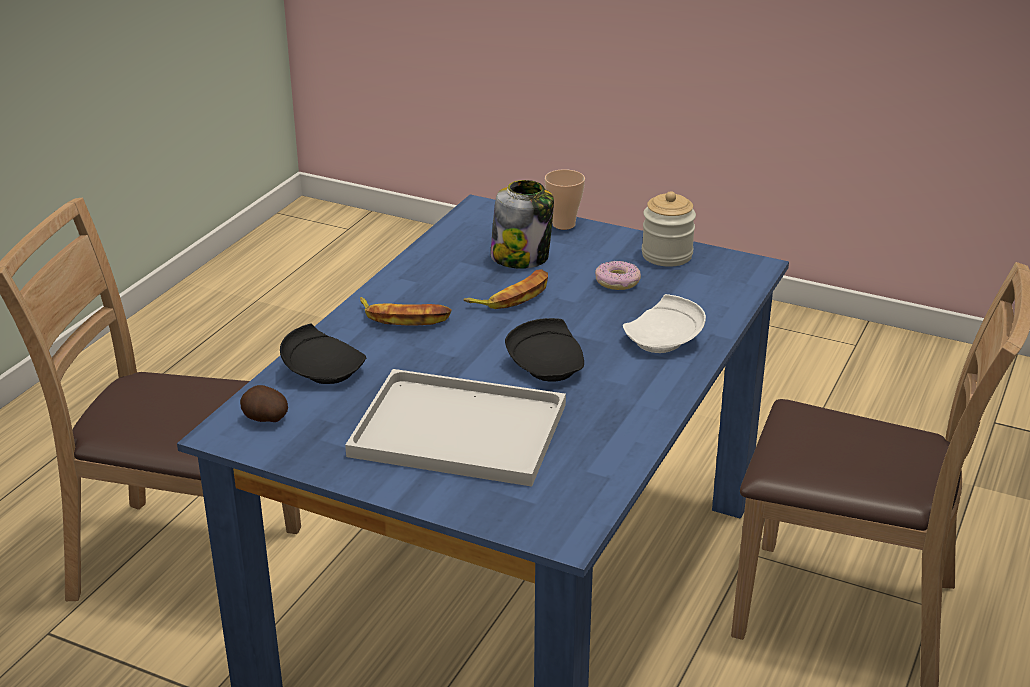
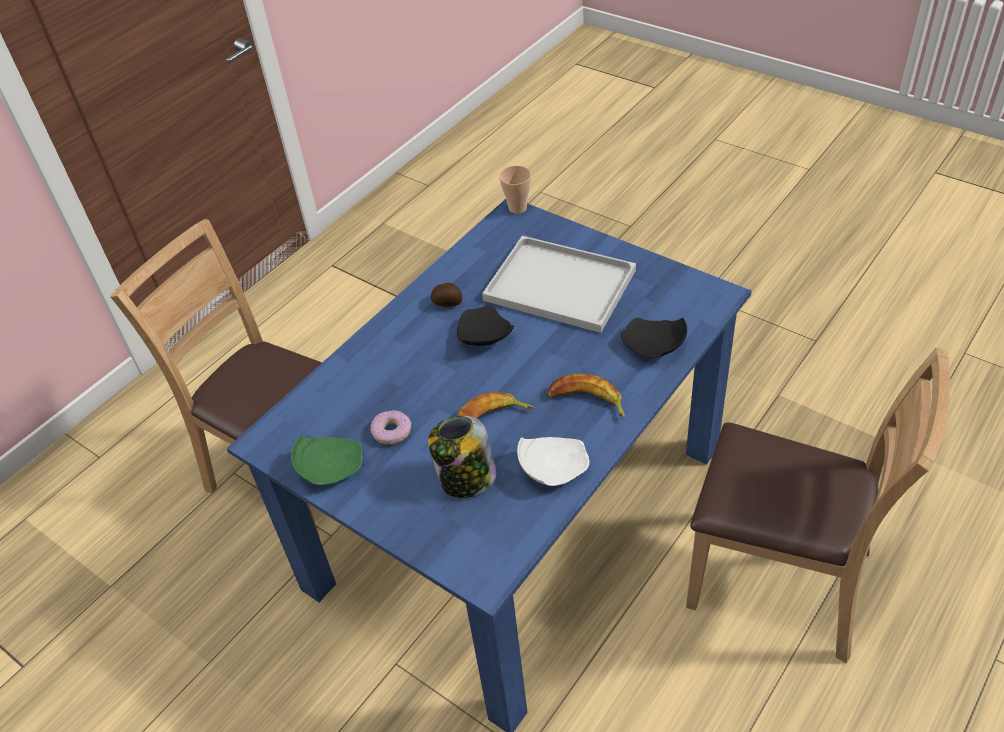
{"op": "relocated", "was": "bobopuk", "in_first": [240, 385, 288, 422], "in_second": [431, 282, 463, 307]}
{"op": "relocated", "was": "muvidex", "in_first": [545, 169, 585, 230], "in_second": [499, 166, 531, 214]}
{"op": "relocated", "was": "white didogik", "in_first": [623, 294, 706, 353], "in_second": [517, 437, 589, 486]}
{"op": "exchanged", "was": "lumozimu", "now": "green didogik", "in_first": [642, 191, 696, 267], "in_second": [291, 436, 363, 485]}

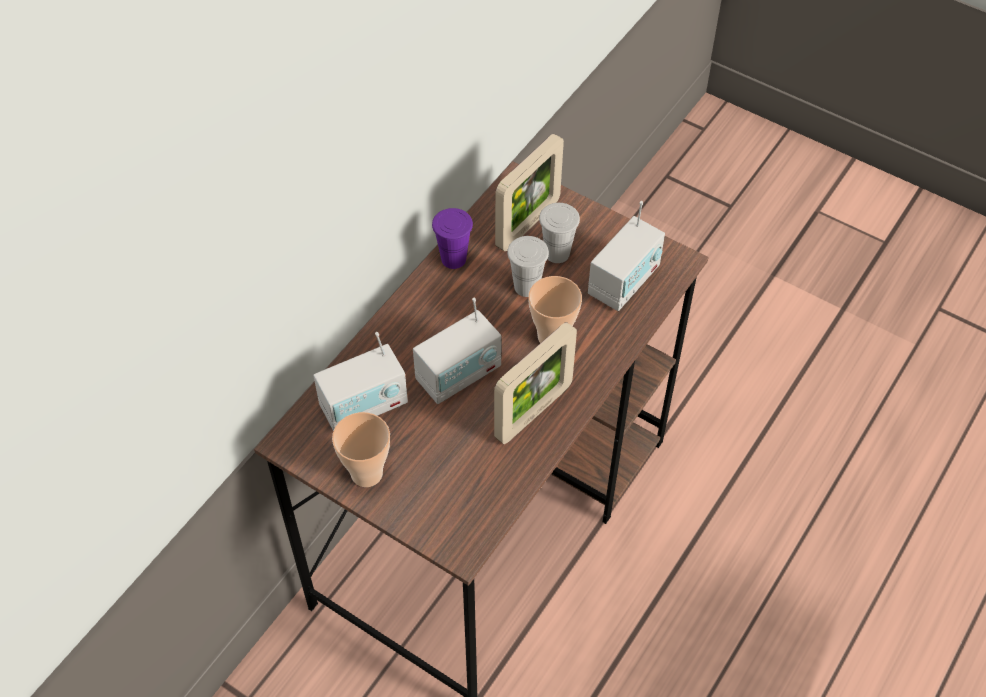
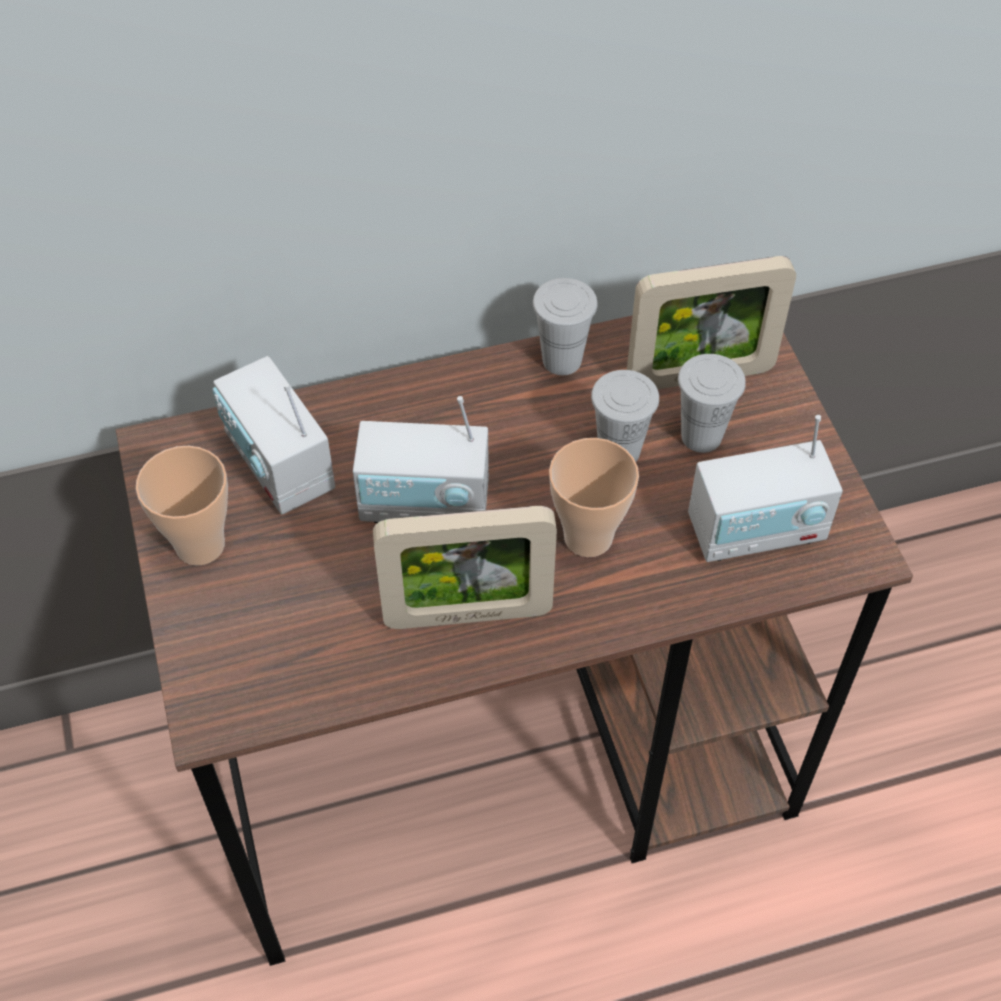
{"op": "colour", "was": "purple muvidex", "now": "white muvidex", "in_first": [432, 208, 473, 269], "in_second": [533, 278, 598, 375]}
{"op": "spun", "was": "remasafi", "in_first": [313, 332, 408, 431], "in_second": [213, 356, 335, 514], "clockwise": 45}

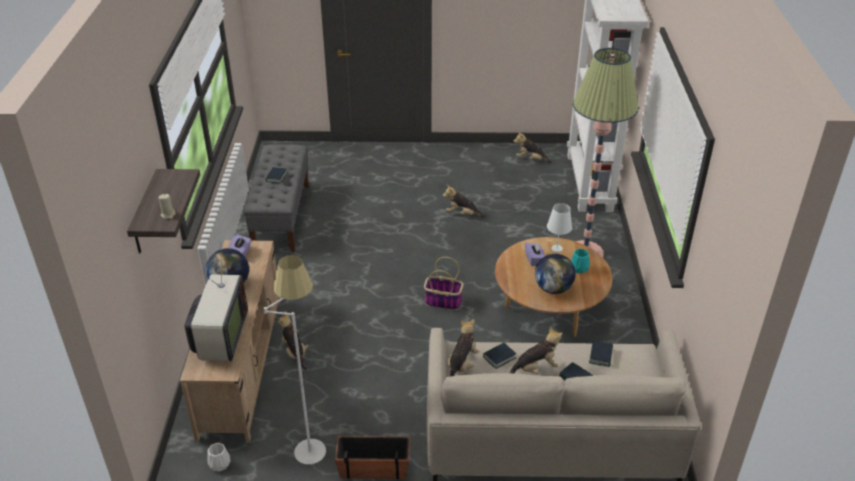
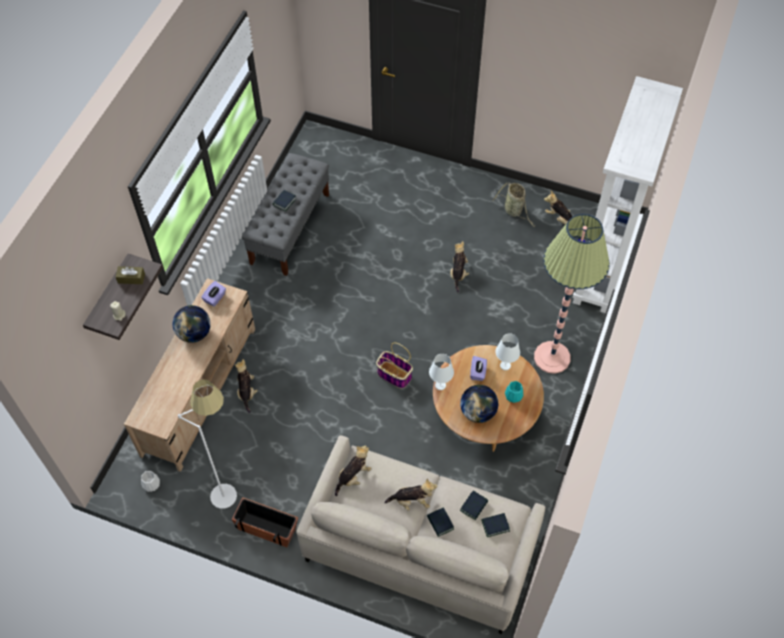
{"op": "missing", "was": "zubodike", "in_first": [185, 261, 248, 362]}
{"op": "appeared", "now": "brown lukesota", "in_second": [116, 266, 145, 284]}
{"op": "appeared", "now": "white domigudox", "in_second": [429, 354, 454, 390]}
{"op": "appeared", "now": "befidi", "in_second": [492, 182, 535, 227]}
{"op": "relocated", "was": "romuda", "in_first": [483, 343, 516, 369], "in_second": [481, 513, 510, 537]}
{"op": "spun", "was": "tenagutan", "in_first": [443, 185, 485, 218], "in_second": [450, 241, 469, 292], "clockwise": 60}

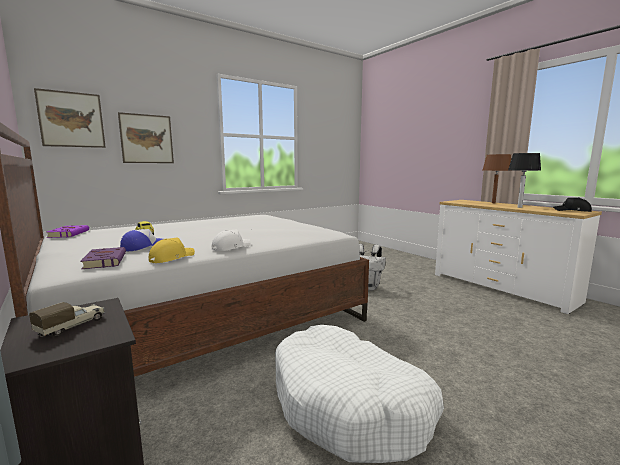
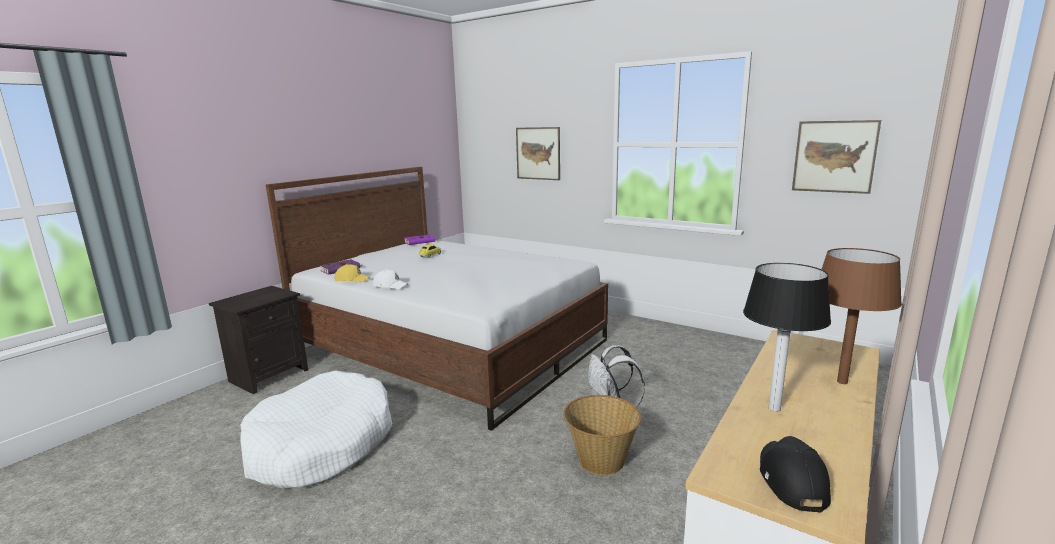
{"op": "missing", "was": "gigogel", "in_first": [29, 302, 105, 337]}
{"op": "missing", "was": "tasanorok", "in_first": [120, 229, 163, 251]}
{"op": "appeared", "now": "befidi", "in_second": [563, 395, 641, 475]}
{"op": "relocated", "was": "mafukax", "in_first": [34, 88, 106, 148], "in_second": [792, 120, 881, 194]}

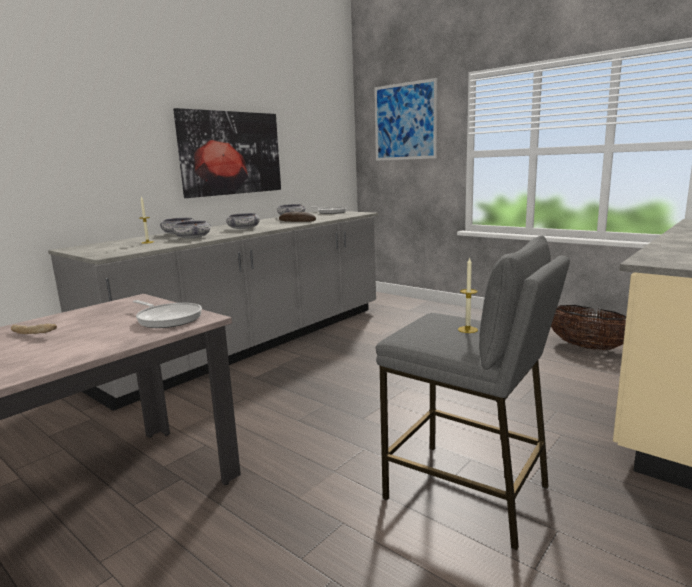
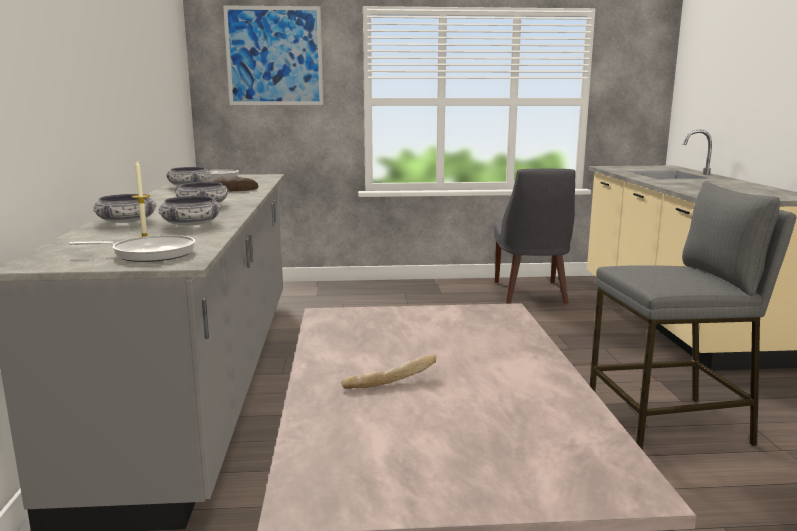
{"op": "missing", "was": "mafukax", "in_first": [173, 108, 281, 198]}
{"op": "missing", "was": "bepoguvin", "in_first": [458, 257, 478, 333]}
{"op": "relocated", "was": "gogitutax", "in_first": [133, 300, 202, 328], "in_second": [69, 235, 195, 262]}
{"op": "exchanged", "was": "befidi", "now": "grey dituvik", "in_first": [551, 305, 626, 350], "in_second": [494, 169, 576, 304]}

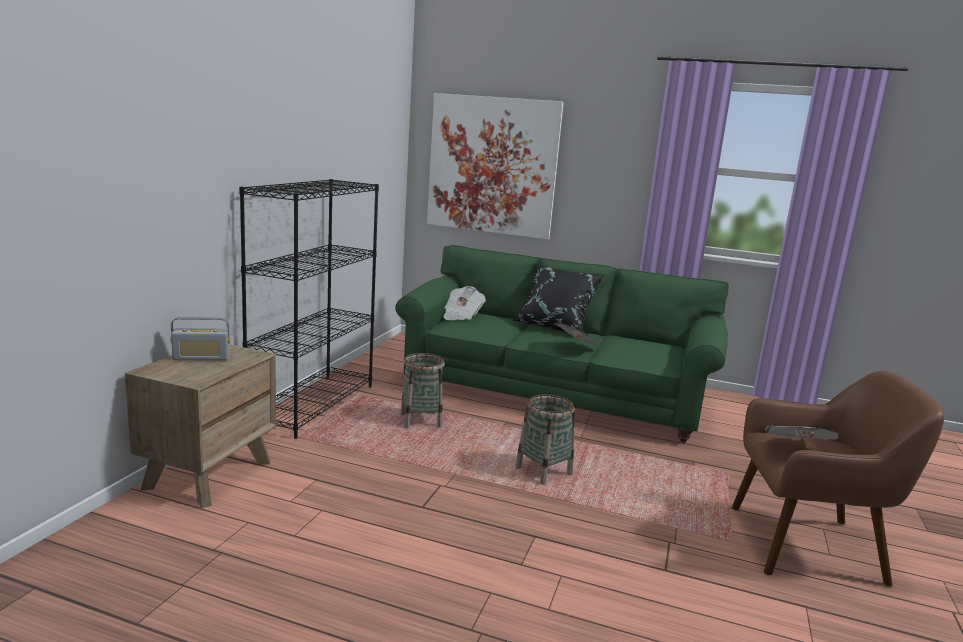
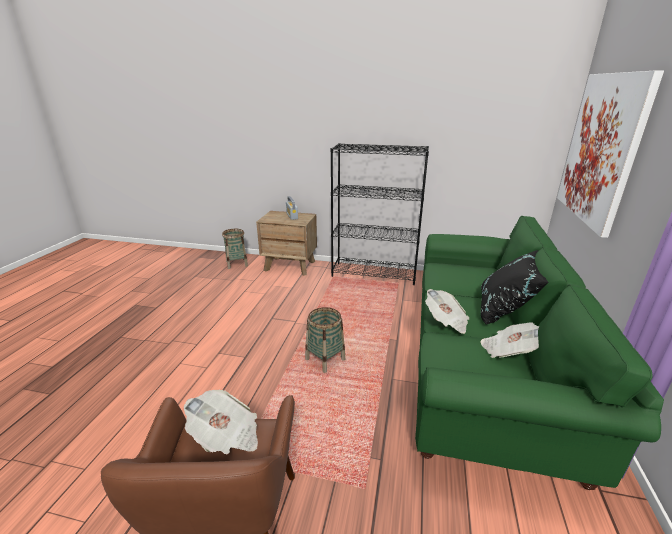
{"op": "relocated", "was": "befidi", "in_first": [400, 353, 445, 429], "in_second": [222, 229, 248, 269]}
{"op": "relocated", "was": "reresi", "in_first": [443, 286, 486, 320], "in_second": [480, 322, 539, 358]}

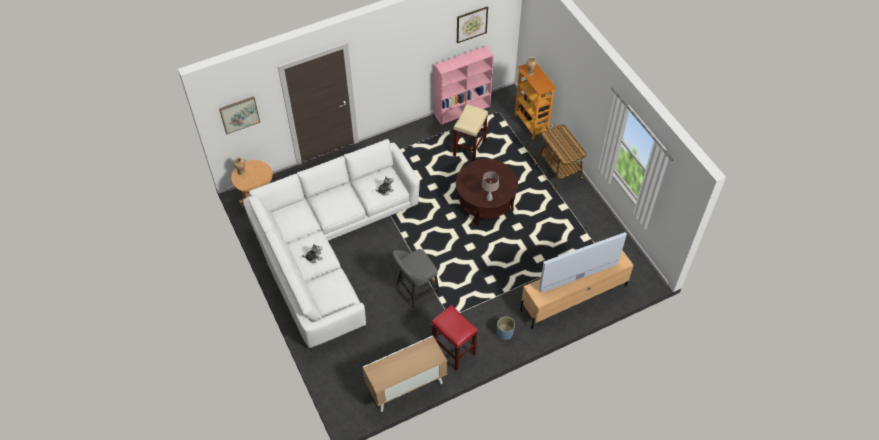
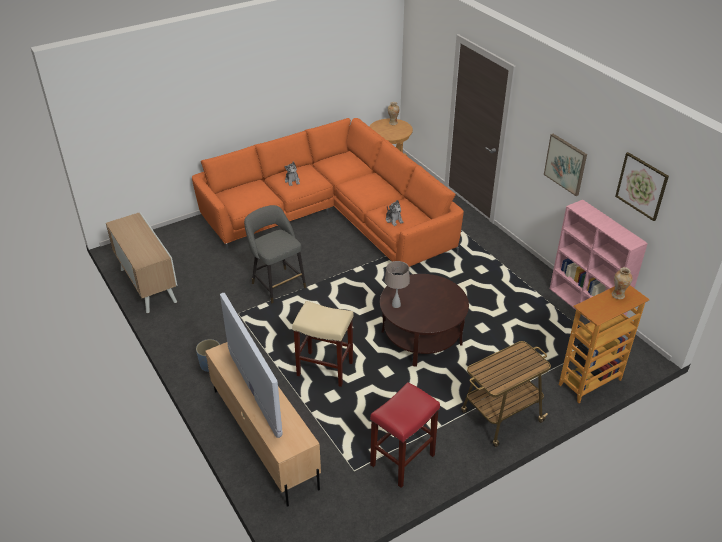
{"op": "relocated", "was": "mafukax", "in_first": [219, 96, 260, 134], "in_second": [544, 134, 587, 196]}
{"op": "relocated", "was": "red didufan", "in_first": [431, 305, 478, 371], "in_second": [370, 382, 440, 488]}
{"op": "relocated", "was": "beige didufan", "in_first": [453, 104, 488, 161], "in_second": [292, 301, 354, 387]}
{"op": "colour", "was": "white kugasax", "now": "orange kugasax", "in_first": [243, 139, 420, 351], "in_second": [192, 118, 464, 267]}

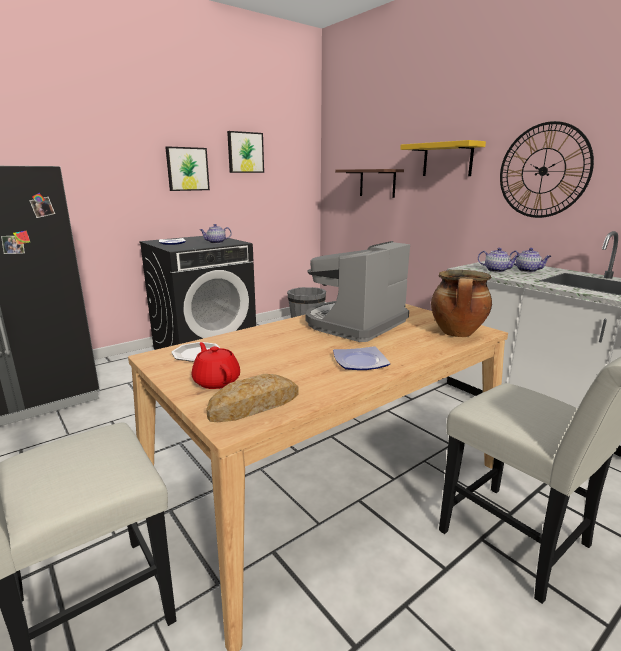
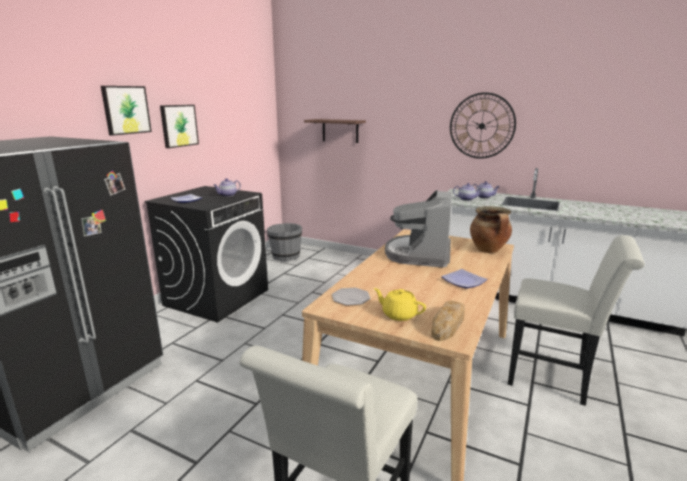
{"op": "missing", "was": "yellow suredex", "in_first": [400, 140, 486, 176]}
{"op": "relocated", "was": "mafukax", "in_first": [227, 131, 264, 173], "in_second": [101, 86, 152, 136]}
{"op": "colour", "was": "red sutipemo", "now": "yellow sutipemo", "in_first": [192, 342, 240, 389], "in_second": [374, 288, 426, 321]}

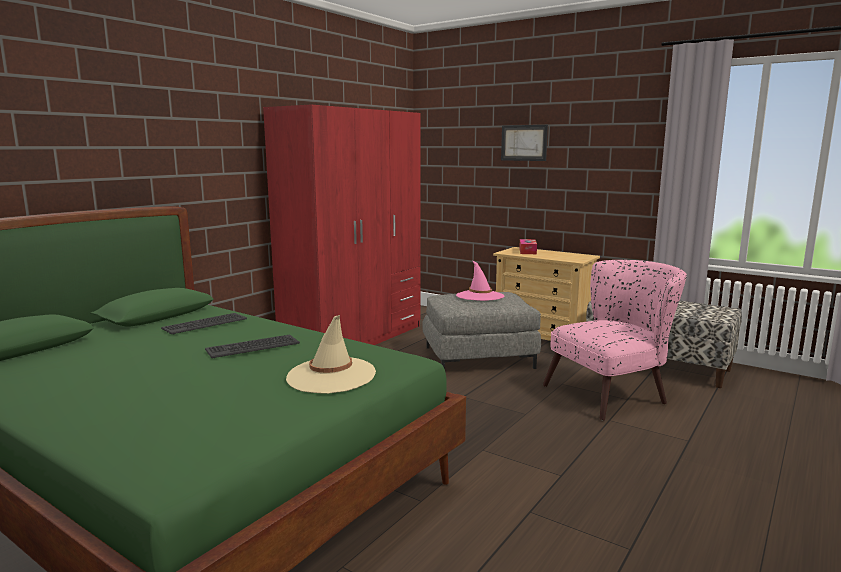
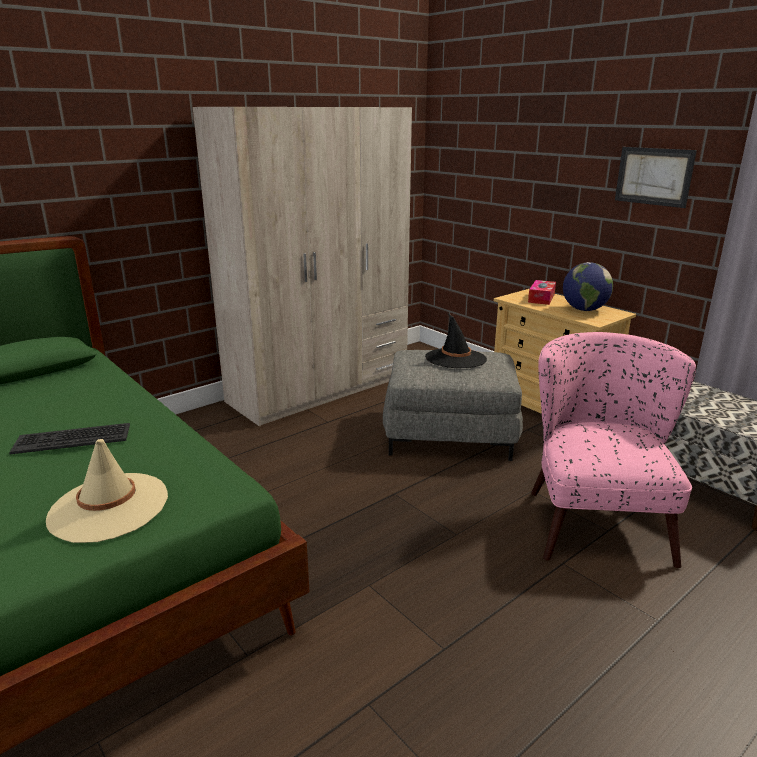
{"op": "missing", "was": "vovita", "in_first": [161, 313, 247, 335]}
{"op": "appeared", "now": "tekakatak", "in_second": [563, 262, 613, 311]}
{"op": "relocated", "was": "mafukax", "in_first": [501, 125, 548, 161], "in_second": [615, 147, 697, 208]}
{"op": "colour", "was": "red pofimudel", "now": "beige pofimudel", "in_first": [263, 105, 420, 345], "in_second": [193, 107, 412, 426]}
{"op": "colour", "was": "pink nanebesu", "now": "black nanebesu", "in_first": [456, 261, 504, 301], "in_second": [425, 313, 487, 368]}
{"op": "spun", "was": "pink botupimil", "in_first": [543, 260, 687, 420], "in_second": [531, 332, 696, 568], "clockwise": -75}

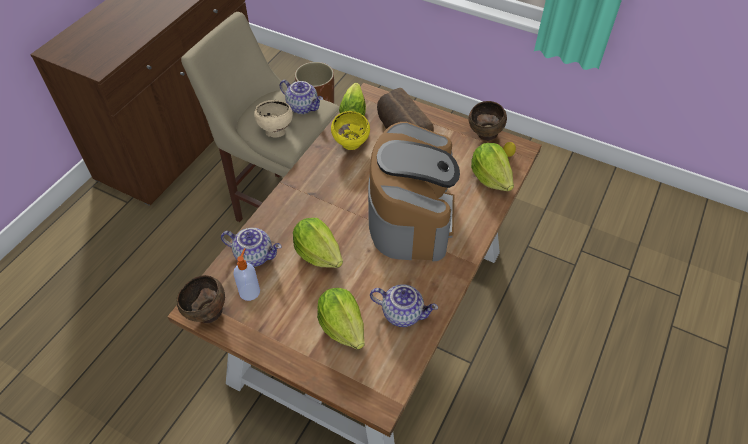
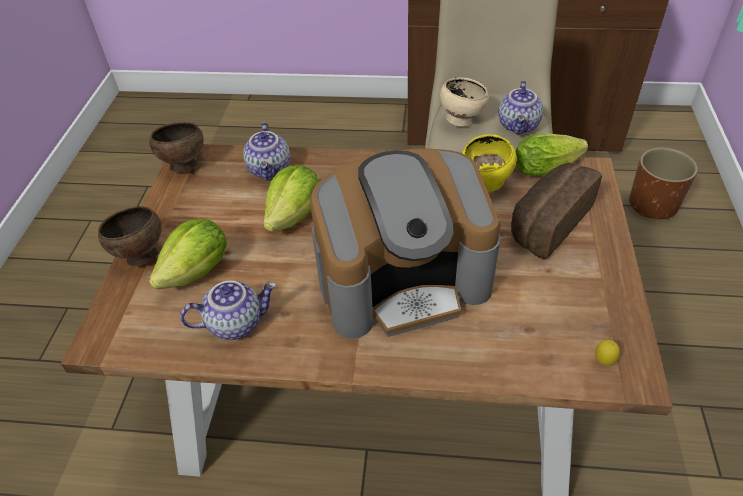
{"op": "missing", "was": "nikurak", "in_first": [233, 248, 260, 301]}
{"op": "missing", "was": "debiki", "in_first": [471, 143, 514, 191]}
{"op": "relocated", "was": "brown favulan", "in_first": [469, 101, 507, 141], "in_second": [98, 206, 161, 266]}
{"op": "spun", "was": "sutipemo", "in_first": [370, 284, 438, 327], "in_second": [180, 281, 277, 340], "clockwise": -105}

